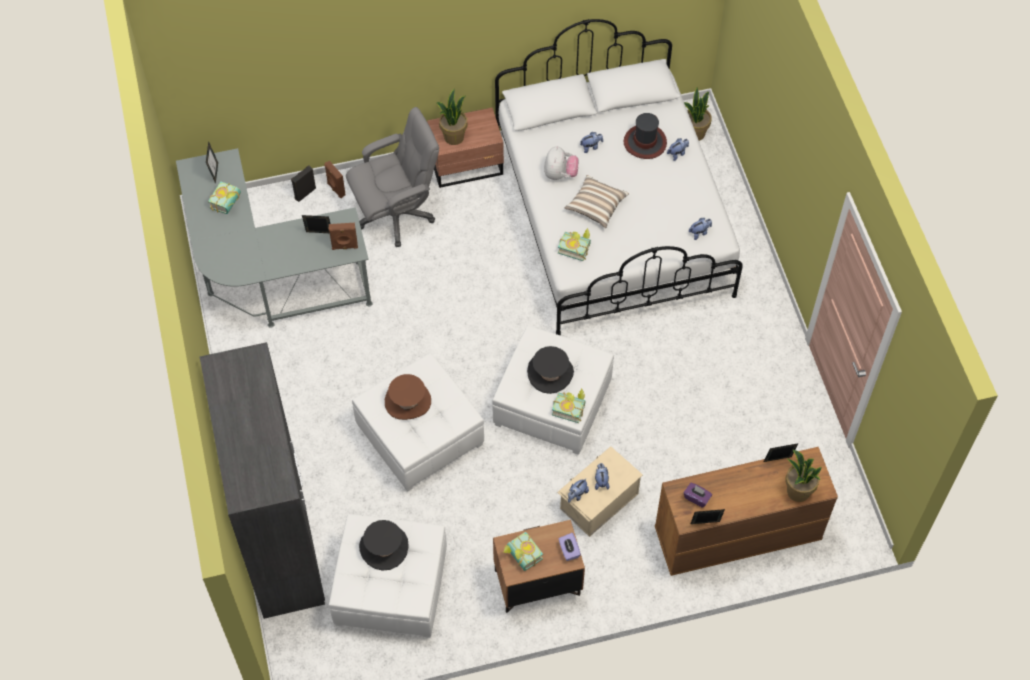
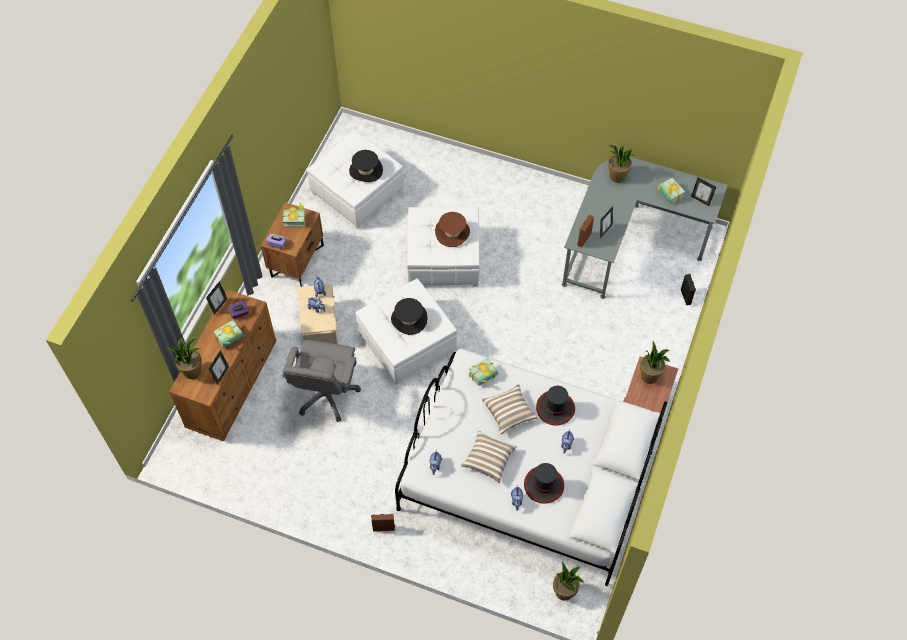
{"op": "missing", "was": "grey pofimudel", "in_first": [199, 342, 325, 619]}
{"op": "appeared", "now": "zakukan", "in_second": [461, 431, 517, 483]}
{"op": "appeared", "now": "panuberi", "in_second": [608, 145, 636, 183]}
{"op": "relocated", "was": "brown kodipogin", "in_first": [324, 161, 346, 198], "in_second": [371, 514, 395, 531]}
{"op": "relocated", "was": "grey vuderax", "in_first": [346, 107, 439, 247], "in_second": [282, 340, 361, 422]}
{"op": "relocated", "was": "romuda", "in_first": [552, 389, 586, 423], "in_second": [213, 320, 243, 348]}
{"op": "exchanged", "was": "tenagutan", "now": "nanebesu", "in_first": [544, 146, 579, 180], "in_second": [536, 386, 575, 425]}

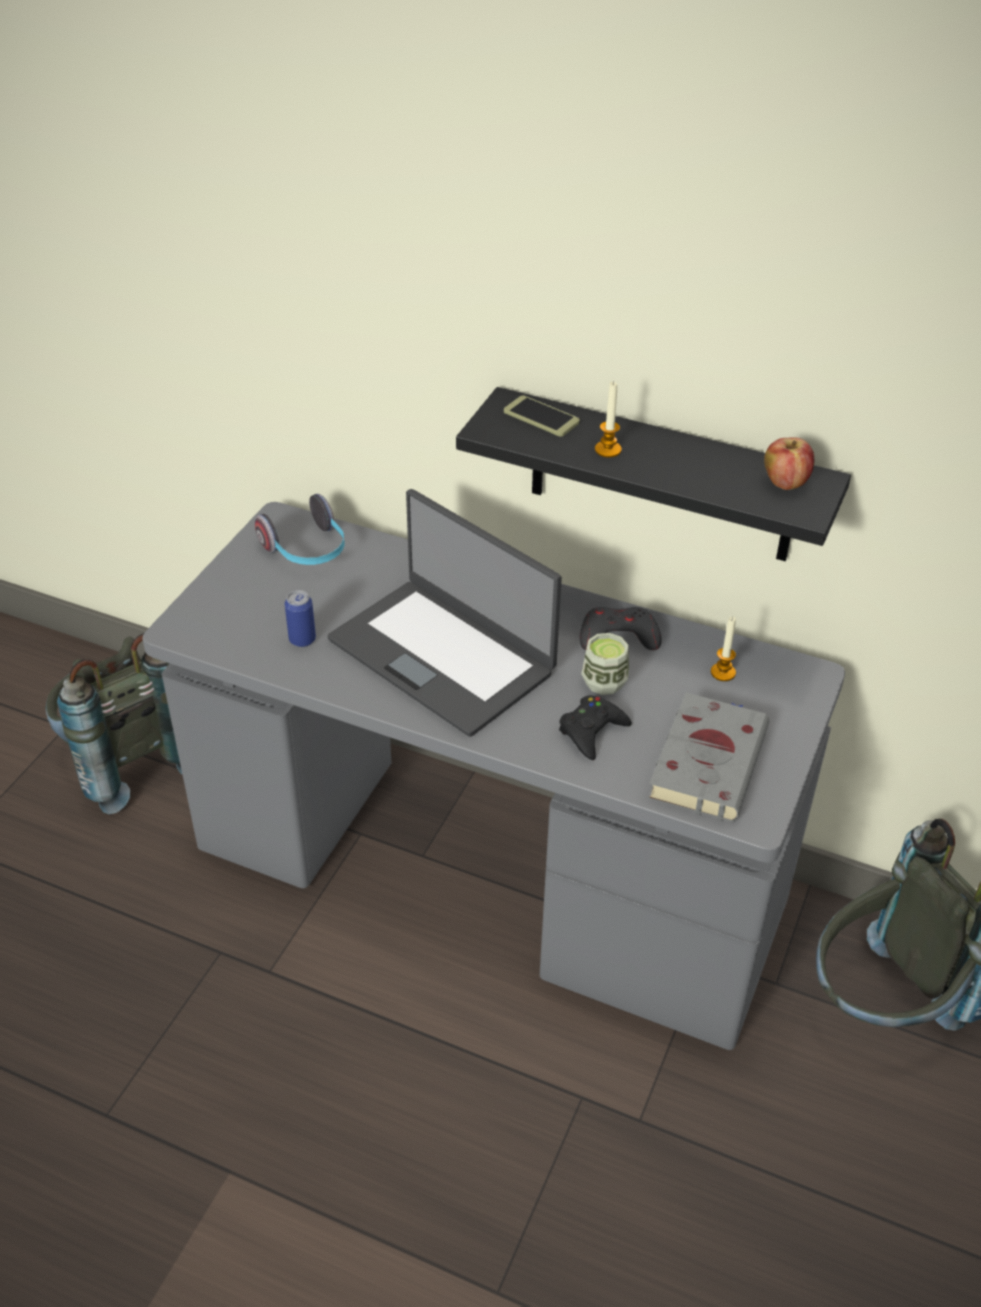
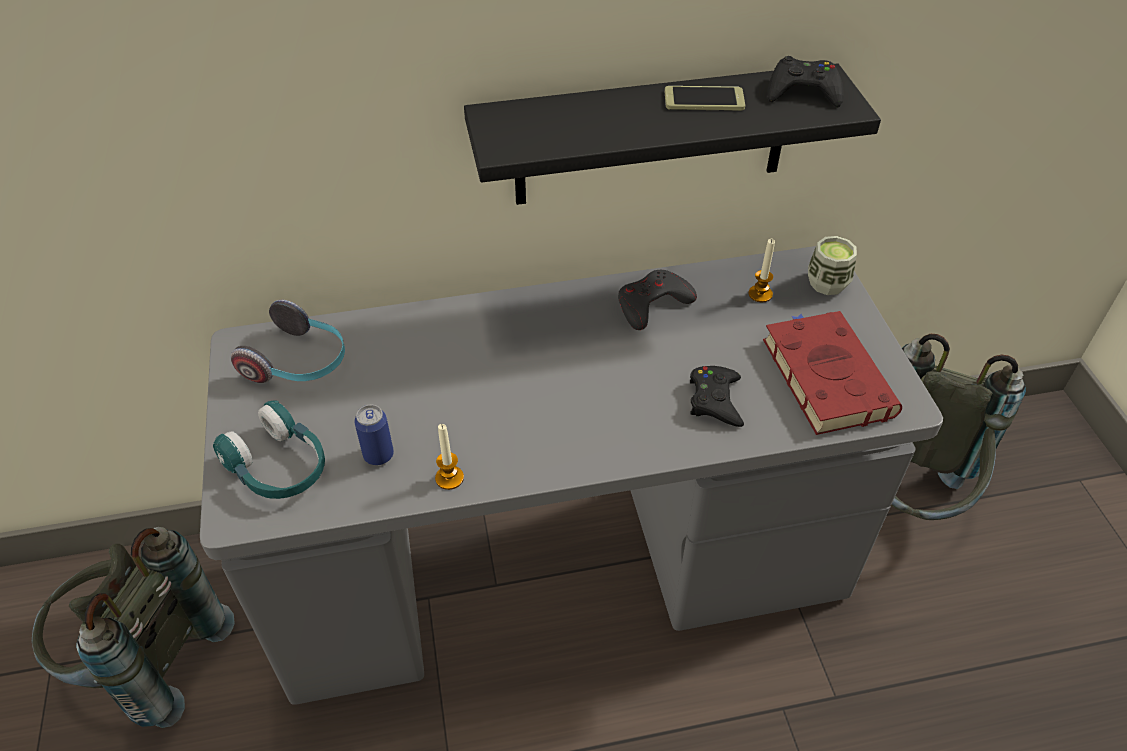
{"op": "missing", "was": "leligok", "in_first": [328, 489, 562, 737]}
{"op": "appeared", "now": "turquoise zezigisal", "in_second": [213, 401, 325, 499]}
{"op": "relocated", "was": "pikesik", "in_first": [504, 395, 580, 437], "in_second": [664, 86, 745, 111]}
{"op": "relocated", "was": "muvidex", "in_first": [581, 633, 629, 695], "in_second": [808, 236, 857, 295]}
{"op": "relocated", "was": "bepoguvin", "in_first": [595, 382, 622, 458], "in_second": [435, 424, 464, 490]}
{"op": "exchanged", "was": "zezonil", "now": "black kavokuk", "in_first": [764, 437, 814, 490], "in_second": [767, 56, 844, 107]}
{"op": "colour", "was": "grey romuda", "now": "red romuda", "in_first": [648, 692, 769, 822], "in_second": [763, 311, 902, 435]}

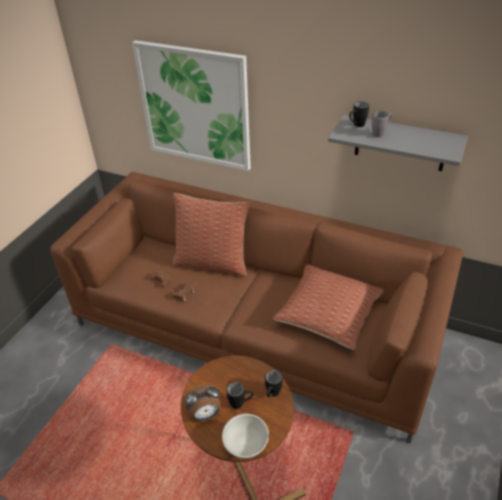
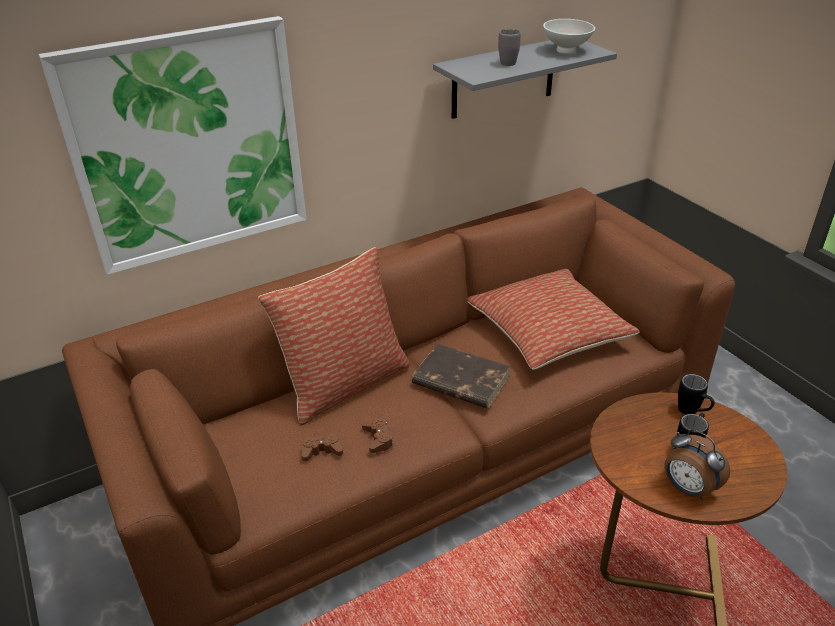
{"op": "missing", "was": "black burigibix", "in_first": [349, 101, 369, 127]}
{"op": "appeared", "now": "brown romuda", "in_second": [412, 344, 510, 409]}
{"op": "relocated", "was": "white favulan", "in_first": [222, 414, 269, 458], "in_second": [543, 19, 595, 54]}
{"op": "spun", "was": "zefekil", "in_first": [184, 384, 221, 421], "in_second": [664, 429, 730, 499], "clockwise": 120}

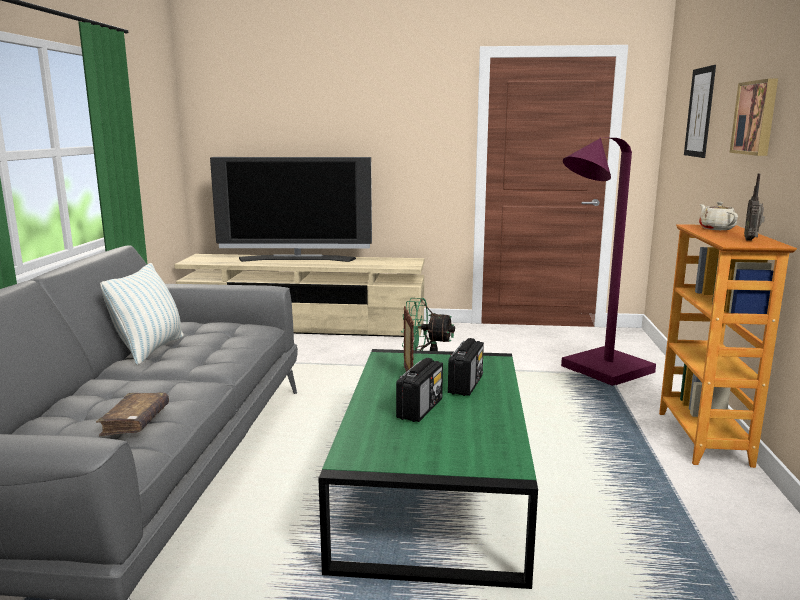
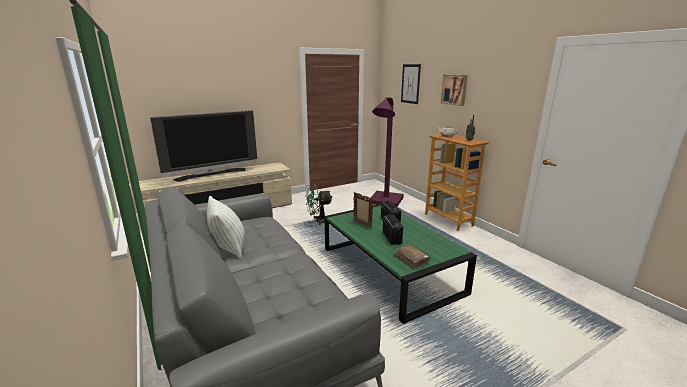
{"op": "relocated", "was": "brown romuda", "in_first": [96, 392, 169, 436], "in_second": [395, 244, 431, 269]}

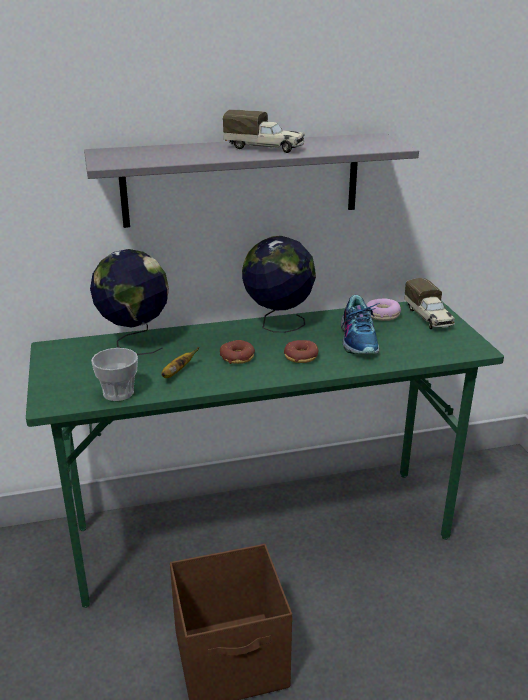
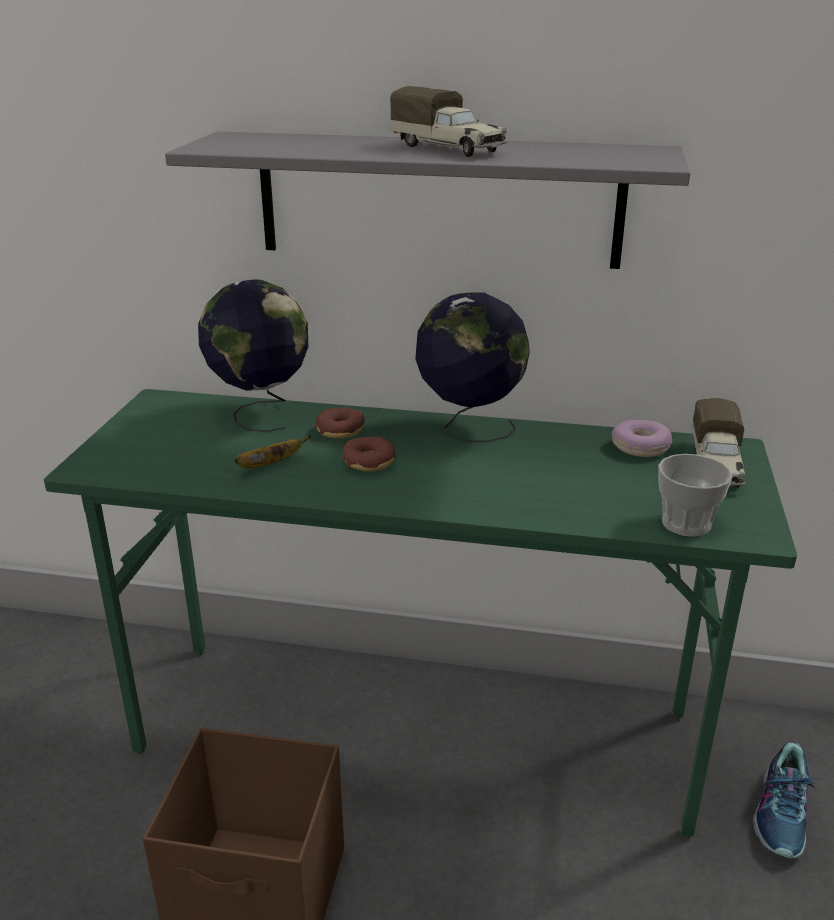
{"op": "relocated", "was": "muvidex", "in_first": [91, 348, 138, 401], "in_second": [658, 454, 732, 537]}
{"op": "relocated", "was": "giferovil", "in_first": [284, 340, 319, 363], "in_second": [316, 407, 365, 439]}
{"op": "relocated", "was": "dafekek", "in_first": [341, 295, 380, 354], "in_second": [753, 742, 824, 859]}

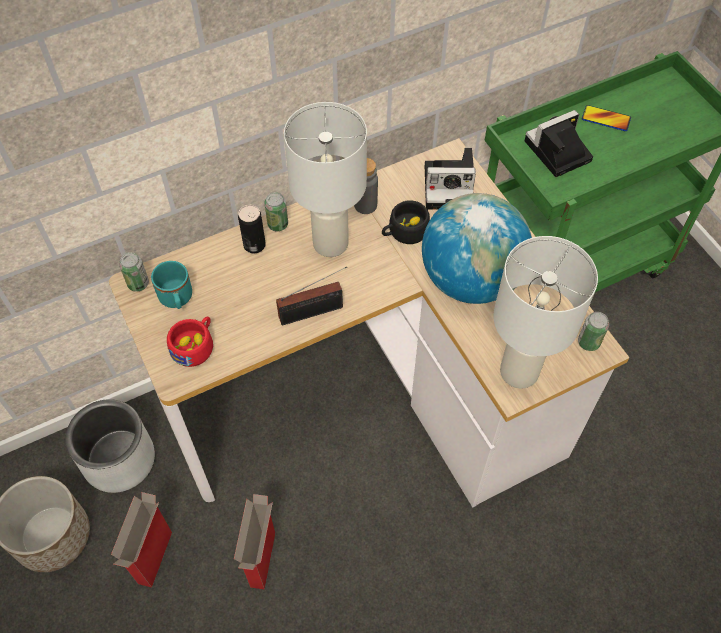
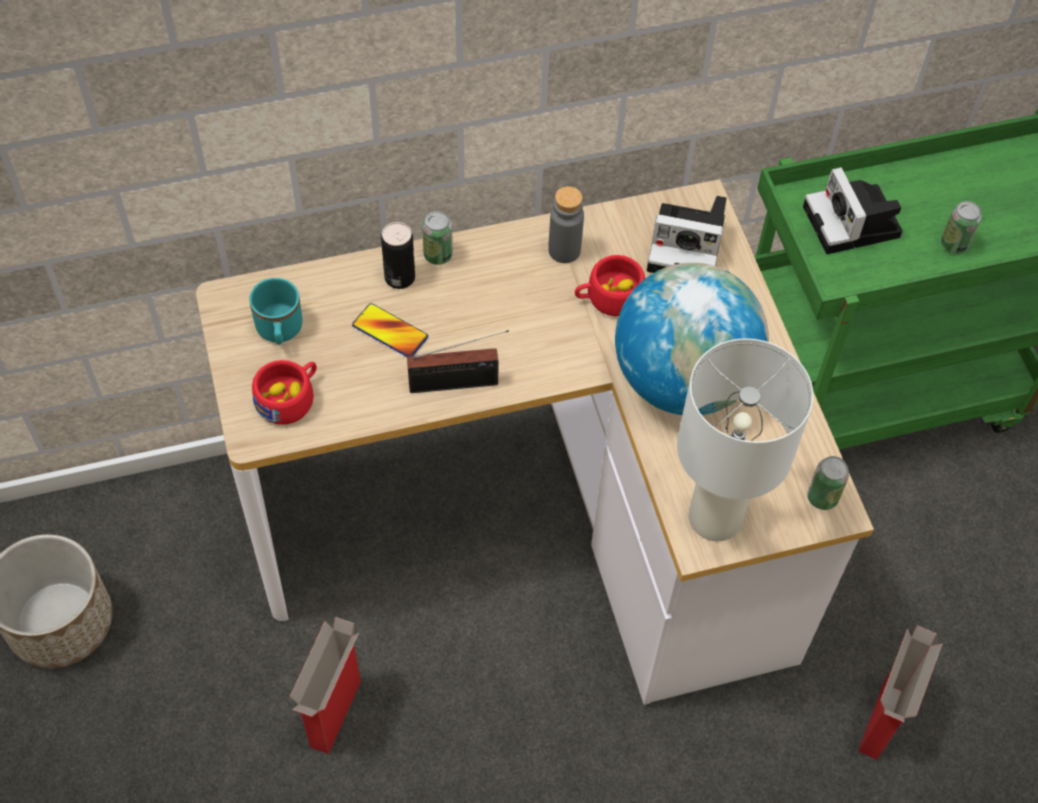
{"op": "missing", "was": "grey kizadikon", "in_first": [65, 399, 155, 493]}
{"op": "missing", "was": "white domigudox", "in_first": [284, 102, 367, 257]}
{"op": "relocated", "was": "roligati", "in_first": [111, 492, 172, 588], "in_second": [858, 625, 943, 760]}
{"op": "relocated", "was": "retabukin", "in_first": [119, 252, 149, 292], "in_second": [941, 201, 982, 254]}
{"op": "relocated", "was": "pikesik", "in_first": [582, 105, 631, 131], "in_second": [352, 303, 428, 357]}
{"op": "colour", "was": "black muvidex", "now": "red muvidex", "in_first": [382, 200, 430, 244], "in_second": [575, 255, 645, 316]}
{"op": "spun", "was": "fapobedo", "in_first": [524, 110, 593, 177], "in_second": [803, 167, 903, 254], "clockwise": -90}

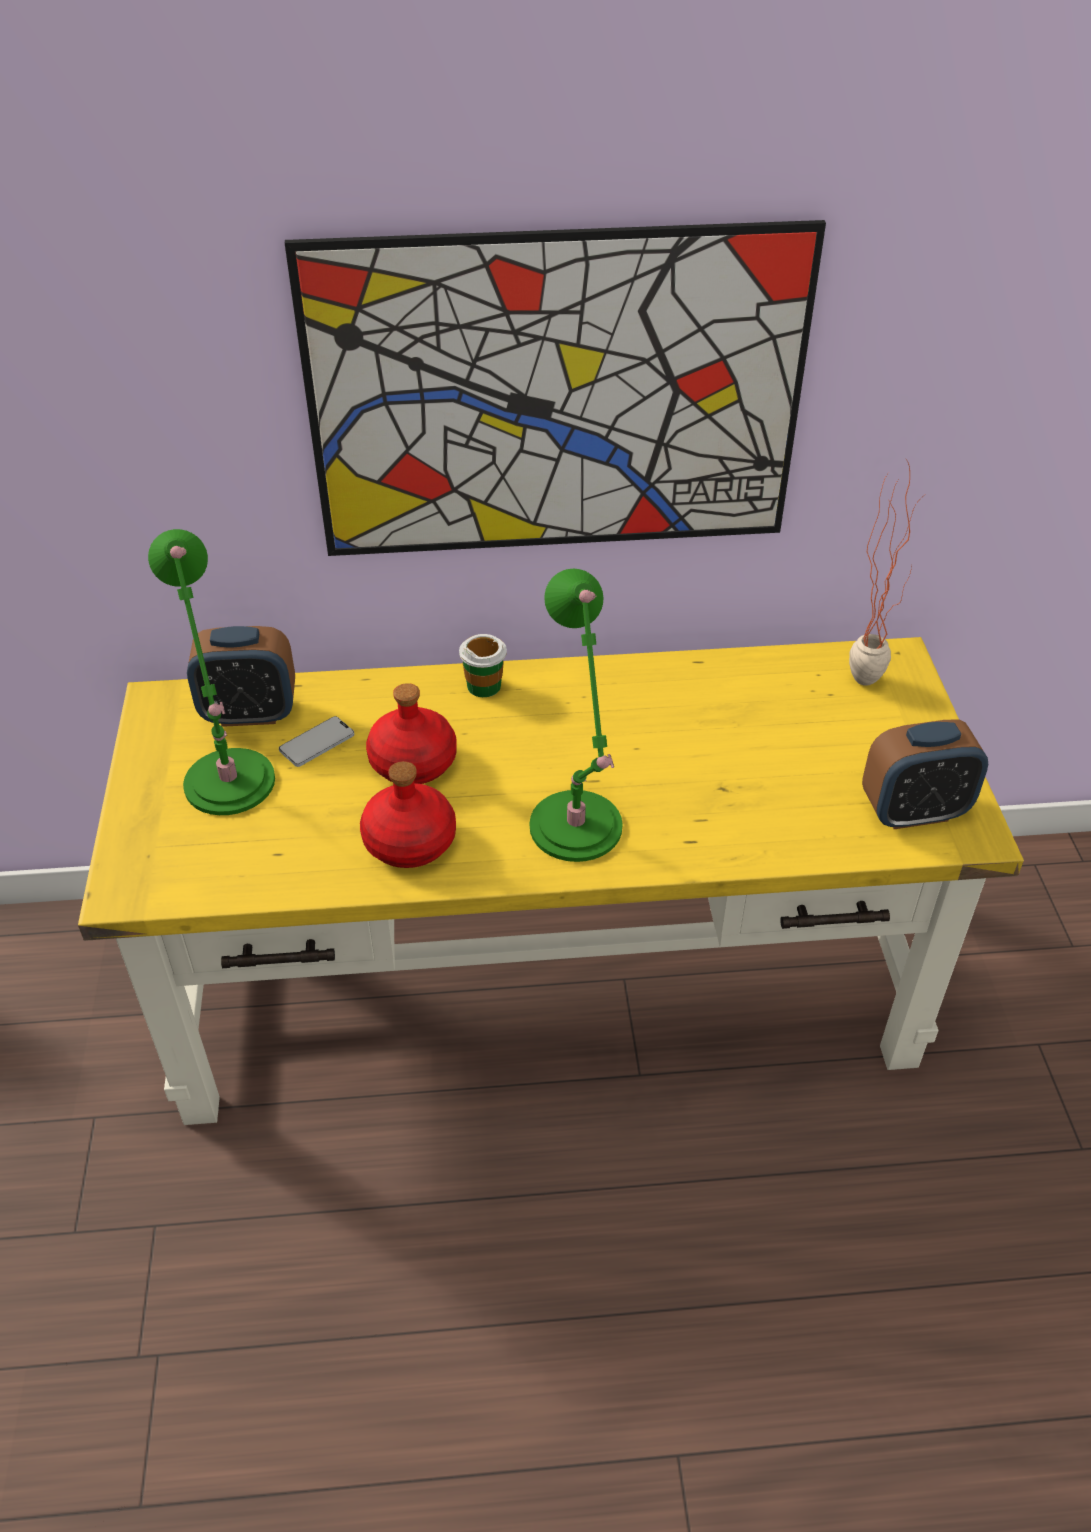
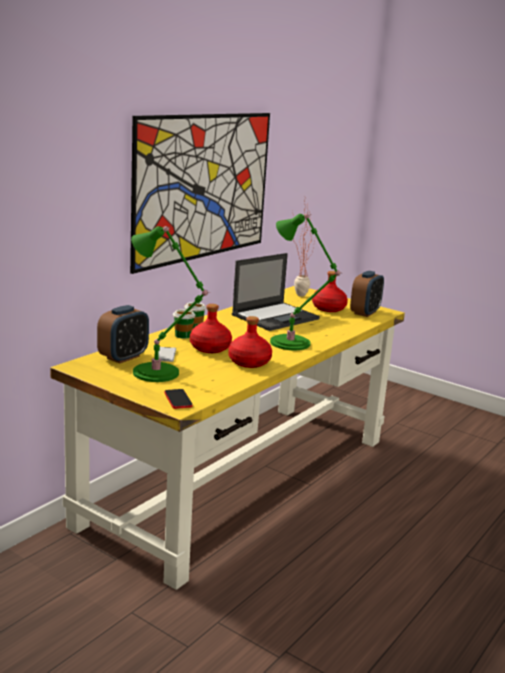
{"op": "appeared", "now": "pikesik", "in_second": [165, 389, 193, 409]}
{"op": "appeared", "now": "muvidex", "in_second": [173, 309, 195, 339]}
{"op": "appeared", "now": "leligok", "in_second": [232, 253, 320, 331]}
{"op": "appeared", "now": "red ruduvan", "in_second": [312, 271, 348, 312]}

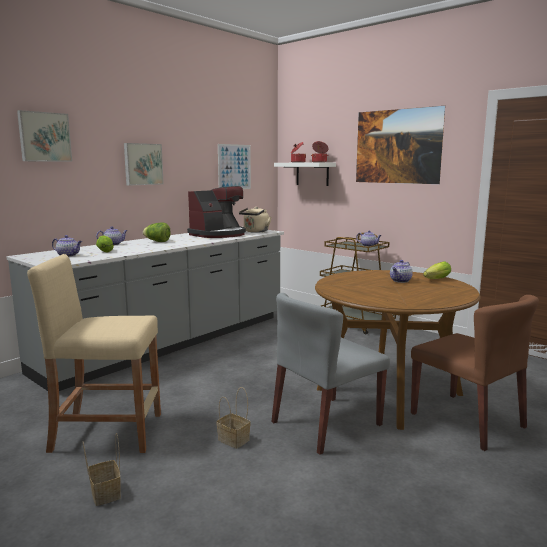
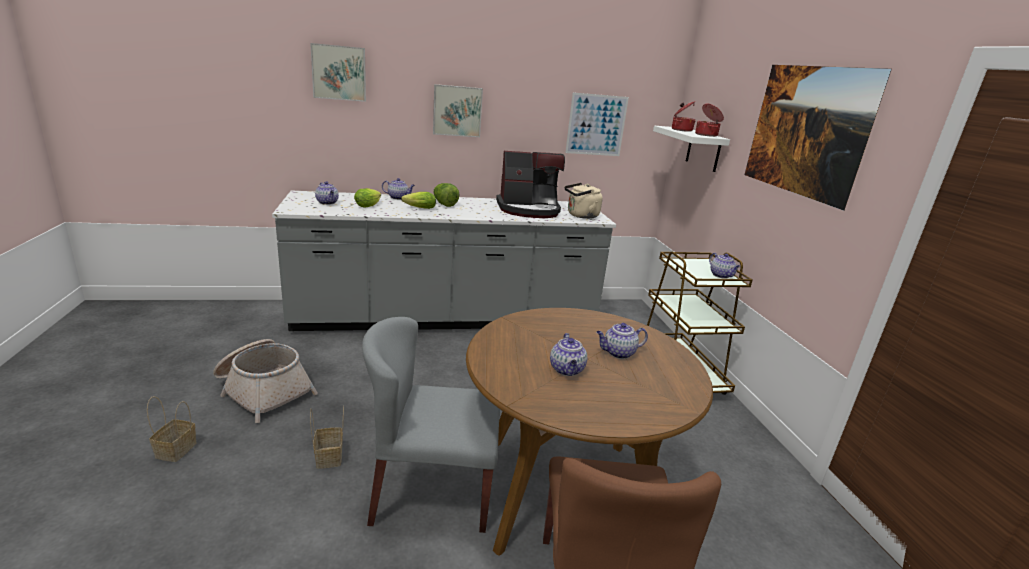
{"op": "appeared", "now": "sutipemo", "in_second": [550, 333, 587, 376]}
{"op": "relocated", "was": "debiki", "in_first": [423, 261, 451, 279], "in_second": [401, 192, 436, 209]}
{"op": "exchanged", "was": "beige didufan", "now": "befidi", "in_first": [27, 254, 161, 453], "in_second": [213, 339, 318, 423]}

